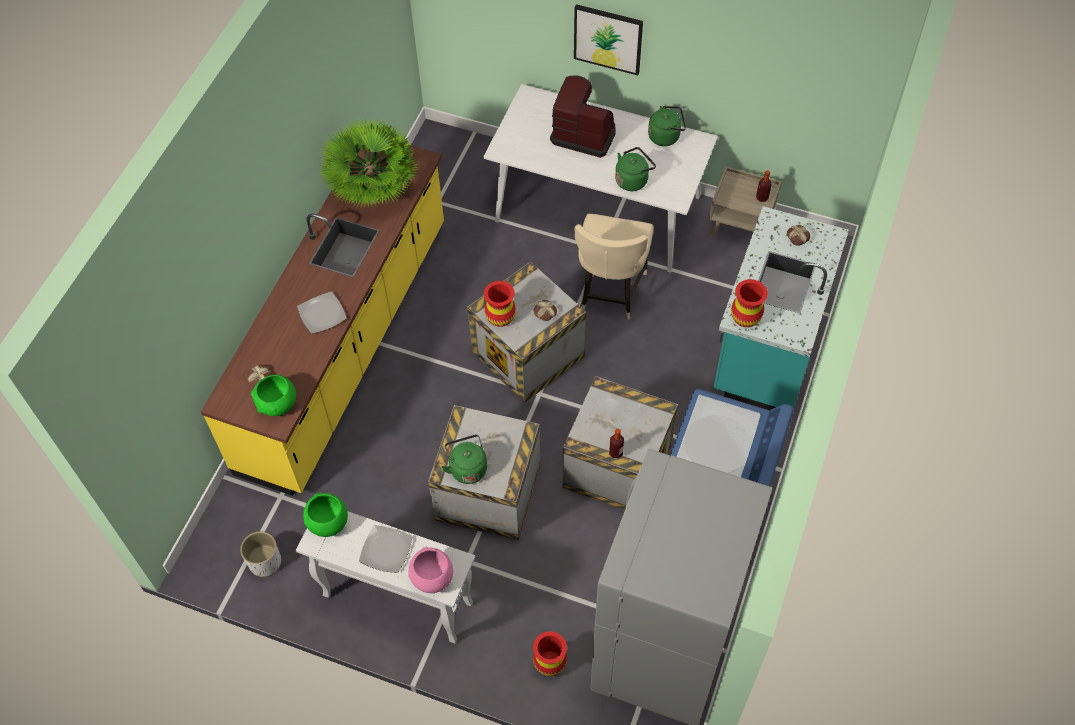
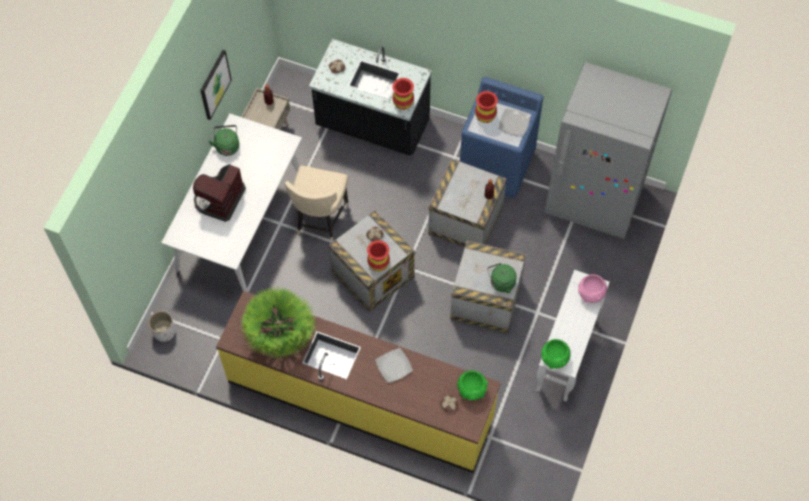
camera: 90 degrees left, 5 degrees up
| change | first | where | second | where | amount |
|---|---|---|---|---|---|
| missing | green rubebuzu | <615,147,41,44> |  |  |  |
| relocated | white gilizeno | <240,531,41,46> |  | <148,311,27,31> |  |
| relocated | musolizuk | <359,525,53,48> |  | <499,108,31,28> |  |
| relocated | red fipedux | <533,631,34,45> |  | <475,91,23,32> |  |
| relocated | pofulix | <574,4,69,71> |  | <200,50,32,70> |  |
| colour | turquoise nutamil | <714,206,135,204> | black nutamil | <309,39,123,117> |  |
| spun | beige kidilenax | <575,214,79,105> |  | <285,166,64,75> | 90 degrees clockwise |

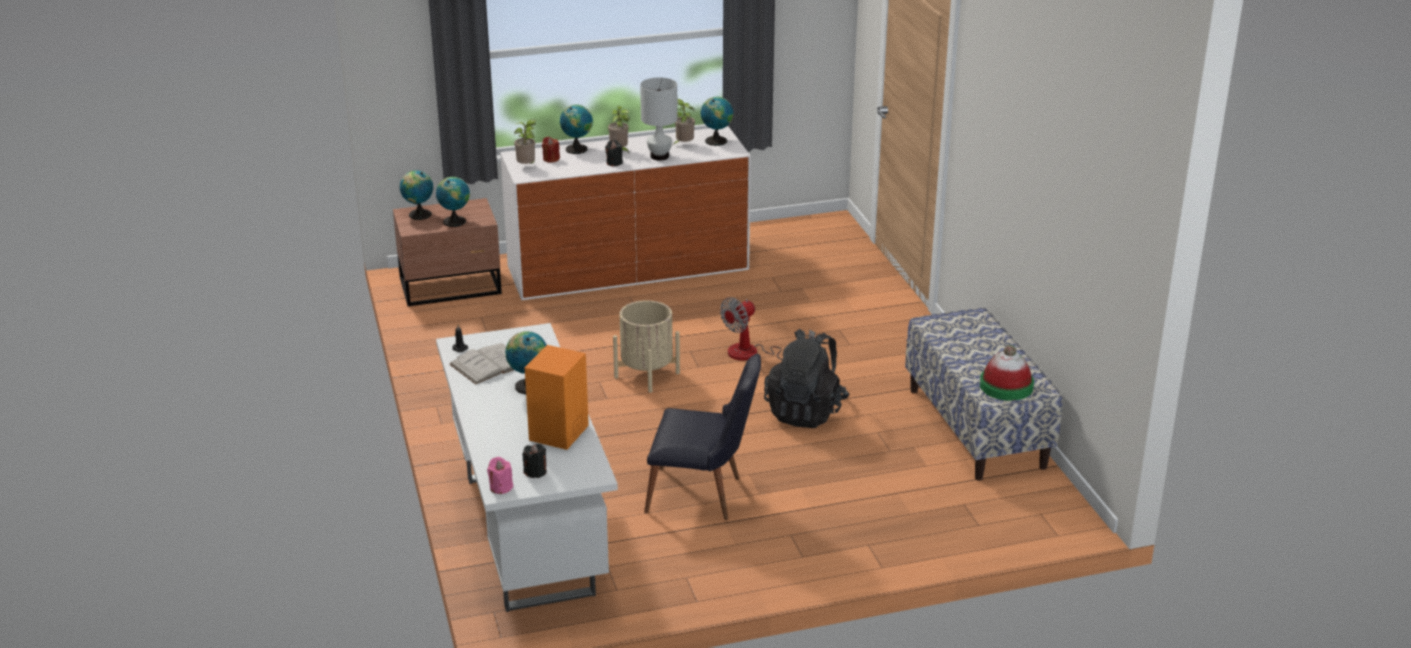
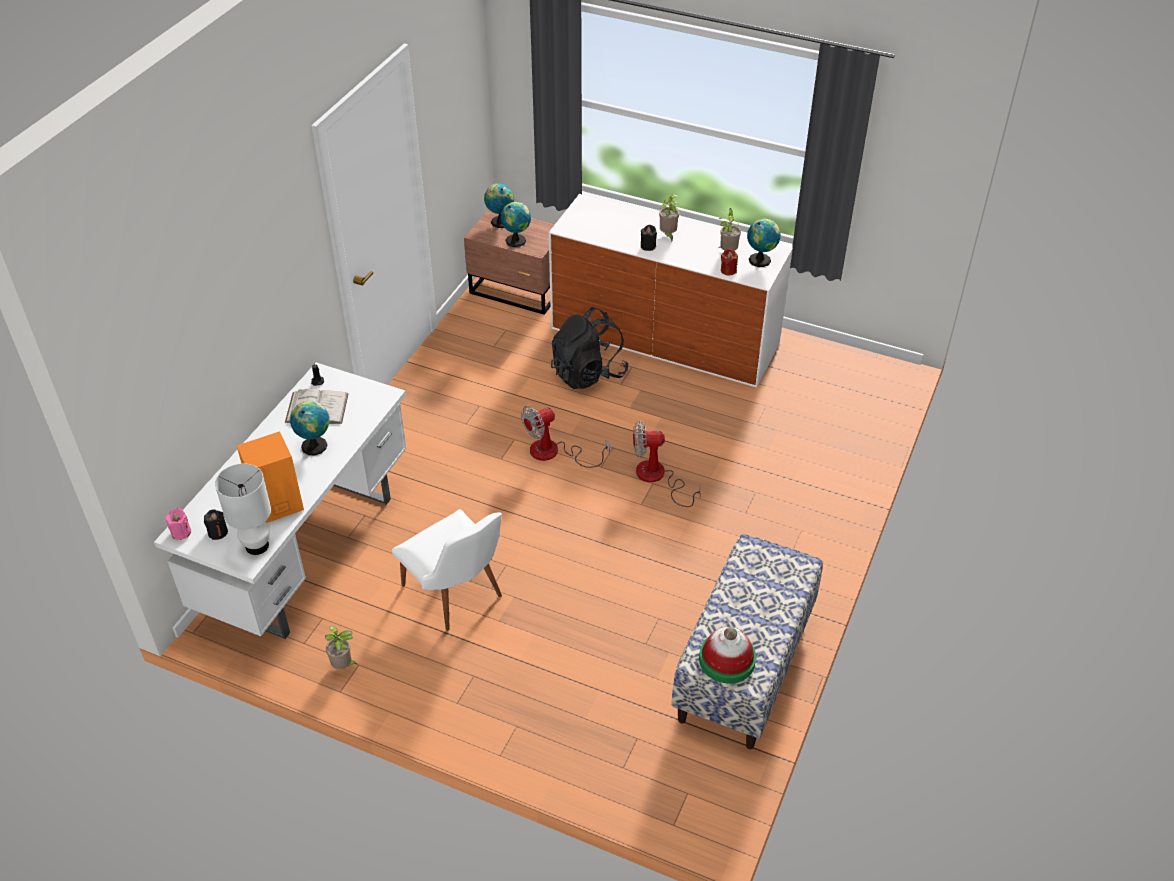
camera: 40 degrees right, 15 degrees up
| change | first | where | second | where | amount |
|---|---|---|---|---|---|
| missing | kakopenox | <560,104,33,50> |  |  |  |
| relocated | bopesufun | <514,120,22,44> |  | <325,626,33,43> |  |
| relocated | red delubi | <542,137,18,26> |  | <721,249,17,26> |  |
| relocated | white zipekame | <640,77,37,84> |  | <215,464,56,91> |  |
| relocated | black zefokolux | <764,329,86,99> |  | <551,307,77,82> |  |
| exchanged | beige gilizeno | <613,300,67,93> | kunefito | <521,406,89,62> |  |
| colour | black kidilenax | <644,354,117,166> | white kidilenax | <392,509,110,122> |  |

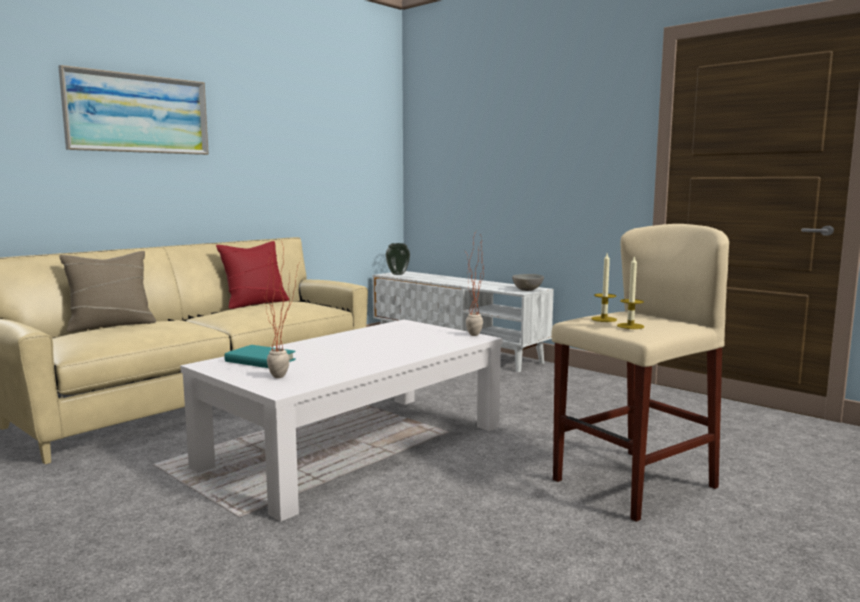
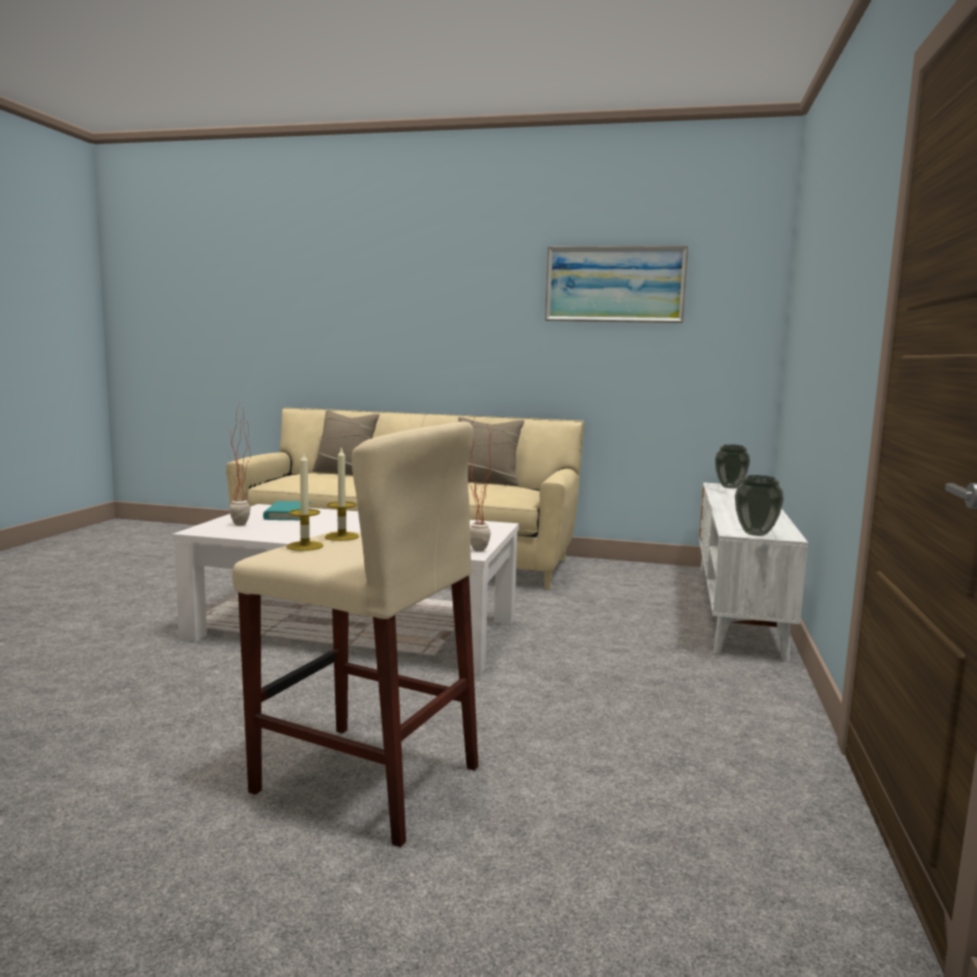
camera: 60 degrees right, 0 degrees up
| change | first | where | second | where | amount |
|---|---|---|---|---|---|
| relocated | pofulix | <58,65,151,90> |  | <545,246,143,77> |  |
| exchanged | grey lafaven | <512,274,32,17> | fipedux | <735,475,49,61> |  |
| colour | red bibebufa | <216,241,73,68> | beige bibebufa | <458,417,66,69> |  |

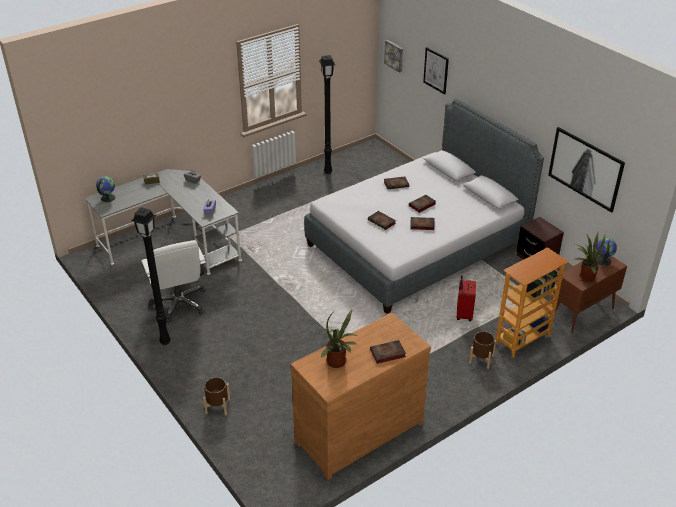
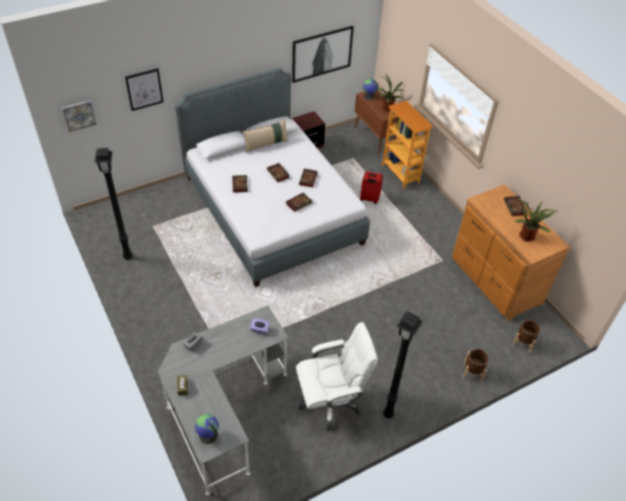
camera: 85 degrees left, 10 degrees up
| change | first | where | second | where | amount |
|---|---|---|---|---|---|
| appeared |  |  | beige bibebufa | <242,119,46,34> |  |
| relocated | brown gilizeno | <469,331,27,38> |  | <512,320,29,33> |  |

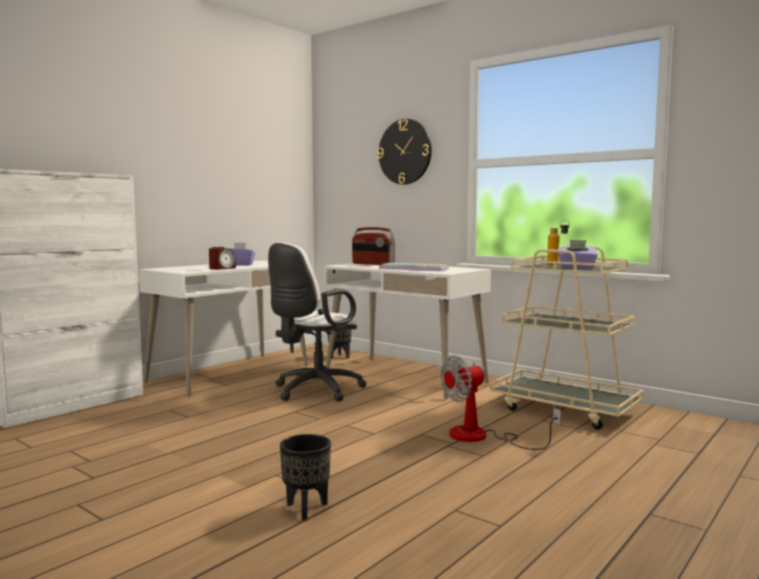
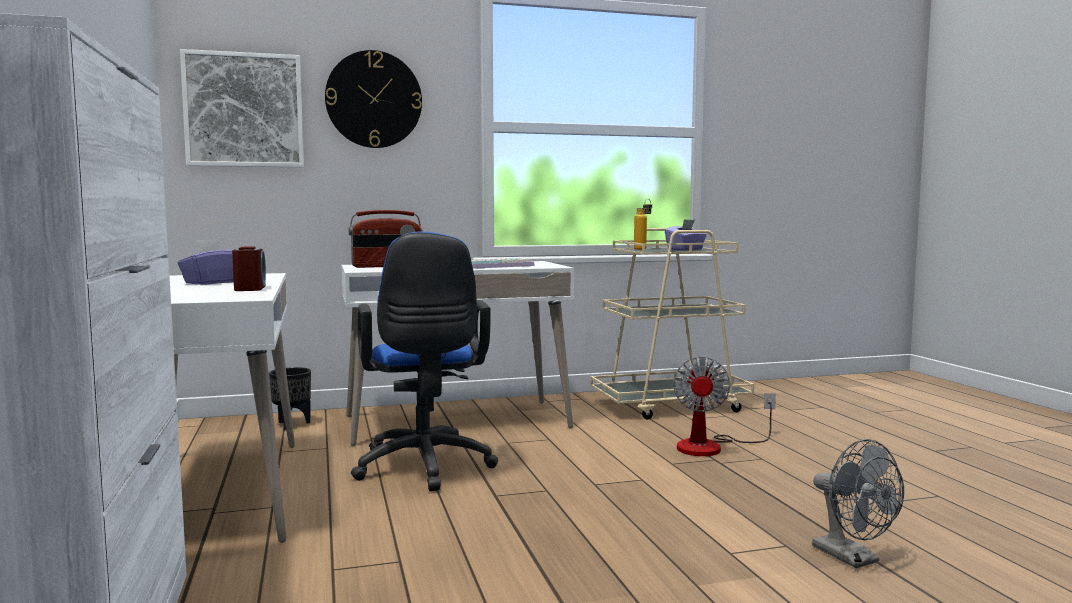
camera: 55 degrees left, 0 degrees up
| change | first | where | second | where | amount |
|---|---|---|---|---|---|
| appeared |  |  | pofulix | <180,49,124,118> |  |
| exchanged | black gilizeno | <280,434,51,86> | grey kunefito | <812,439,92,129> |  |
| colour | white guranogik | <268,242,99,160> | blue guranogik | <351,232,147,259> |  |

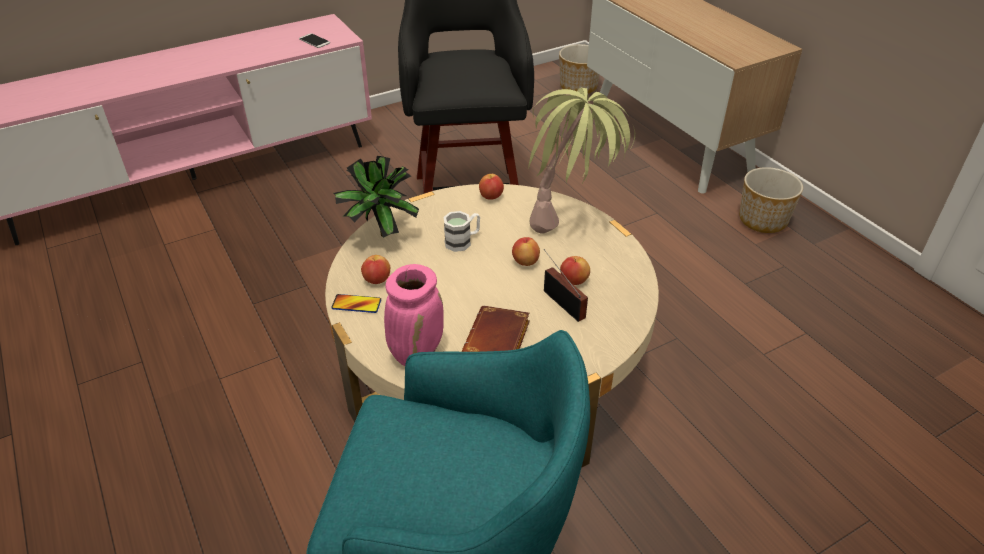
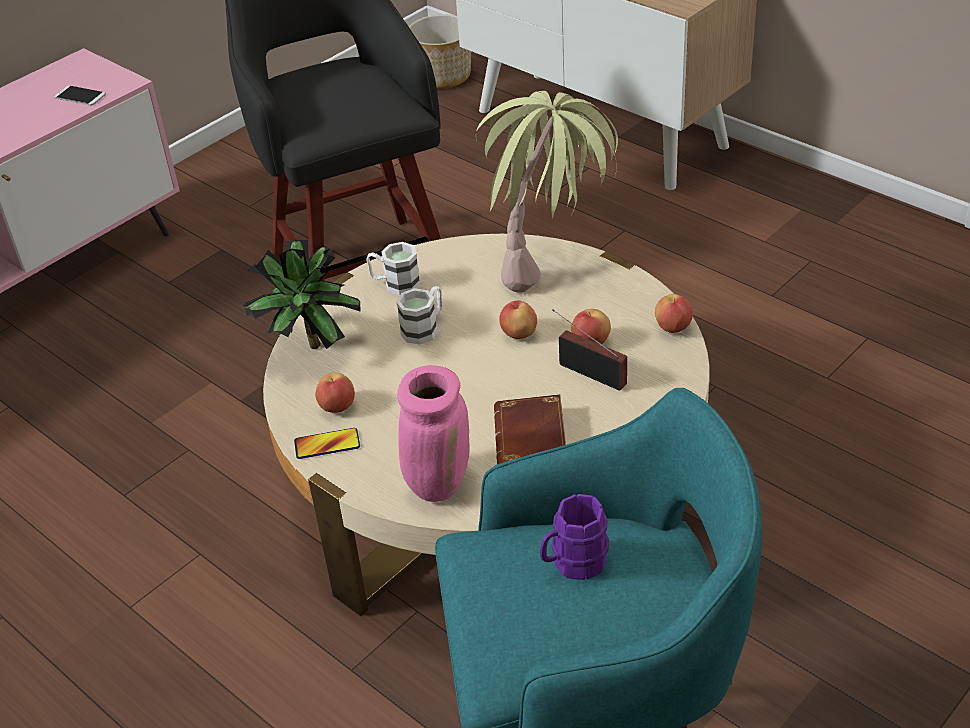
camera: 15 degrees left, 0 degrees up
| change | first | where | second | where | amount |
|---|---|---|---|---|---|
| missing | gilizeno | <739,167,64,66> |  |  |  |
| appeared |  |  | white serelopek | <366,242,55,54> |  |
| appeared |  |  | purple serelopek | <540,494,69,86> |  |
| relocated | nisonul | <479,174,25,26> |  | <655,294,38,39> |  |

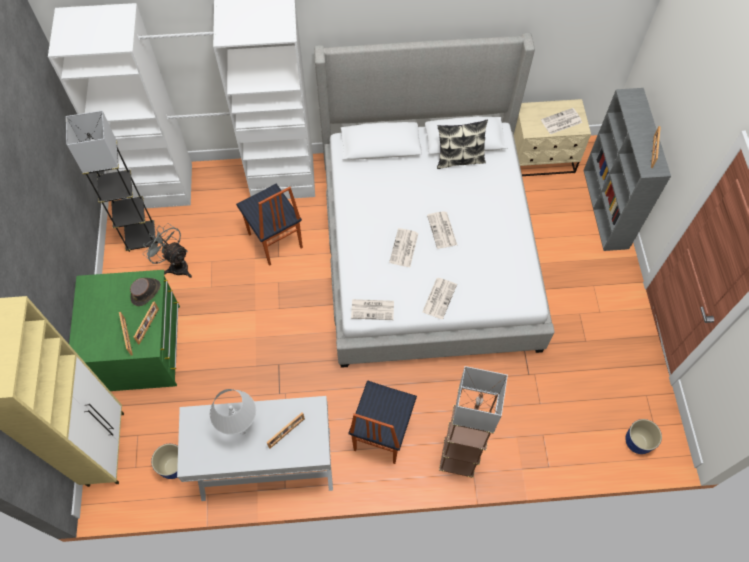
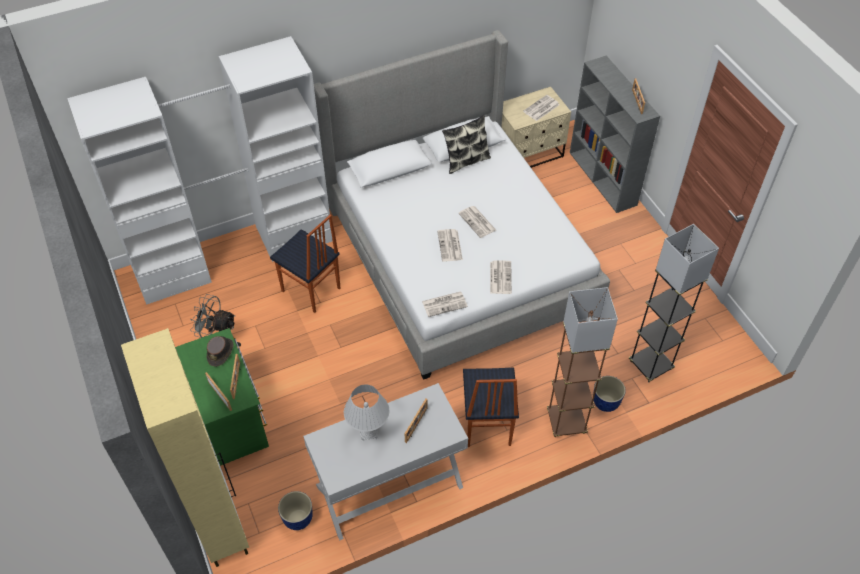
camera: 20 degrees left, 10 degrees down
| change | first | where | second | where | amount |
|---|---|---|---|---|---|
| relocated | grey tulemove | <66,110,90,142> |  | <629,224,90,158> |  |
| relocated | gilizeno | <625,419,37,35> |  | <593,376,33,36> |  |

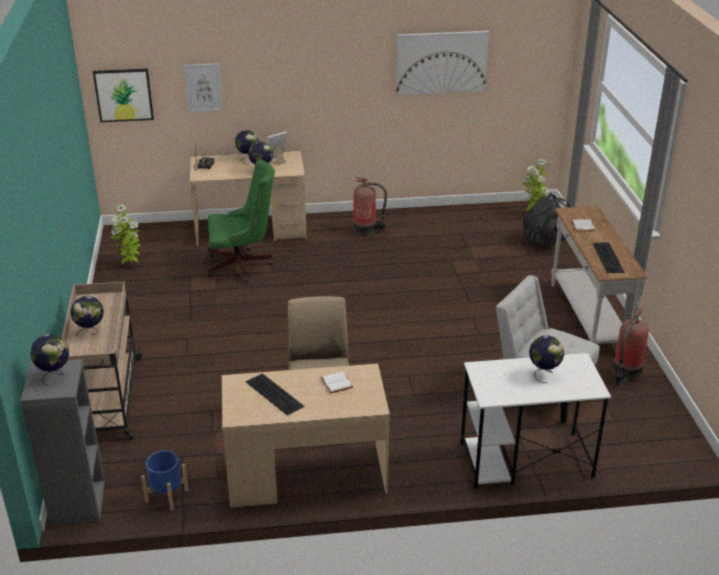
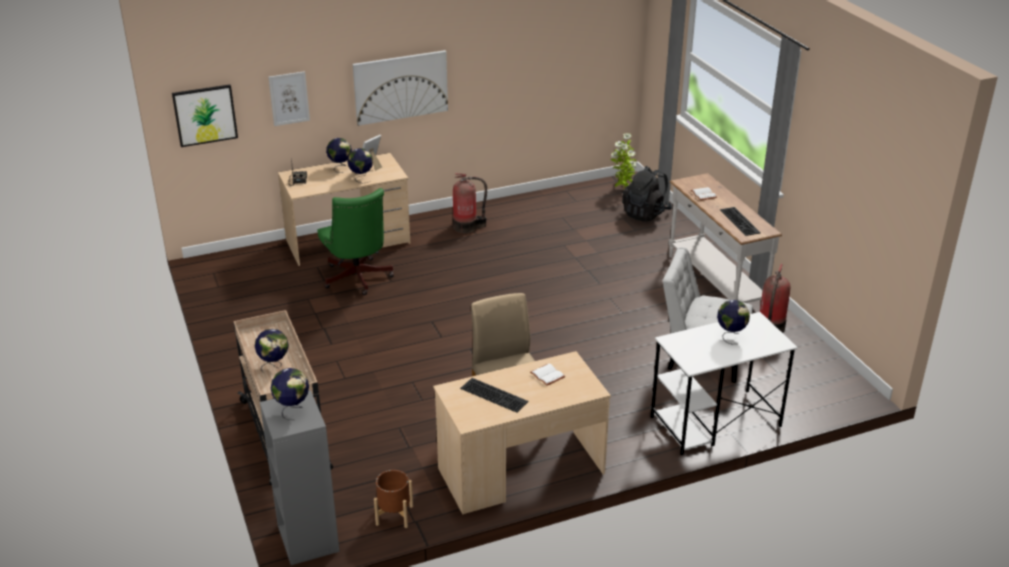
camera: 15 degrees left, 0 degrees up
| change | first | where | second | where | amount |
|---|---|---|---|---|---|
| missing | bopesufun | <111,204,30,61> |  |  |  |
| relocated | pofulix | <396,31,93,64> |  | <353,50,95,76> |  |
| colour | blue gilizeno | <141,451,47,59> | brown gilizeno | <374,470,39,58> |  |
| spun | green guranogik | <207,159,68,123> |  | <317,188,77,107> | 90 degrees clockwise |

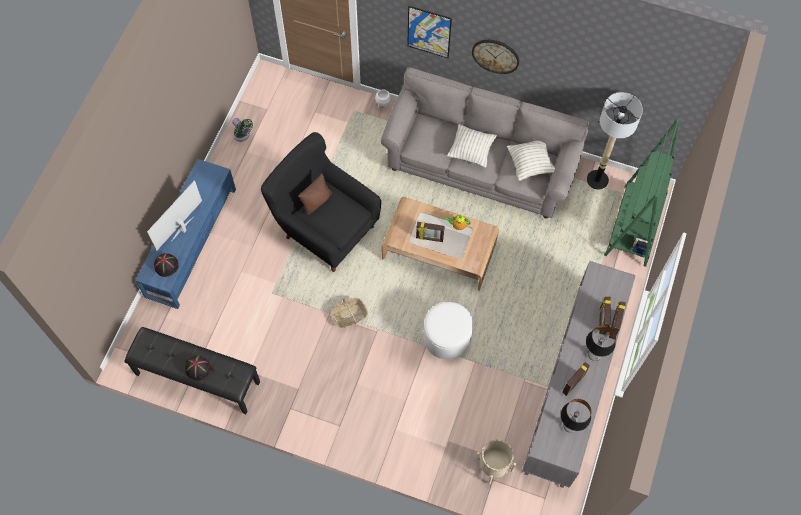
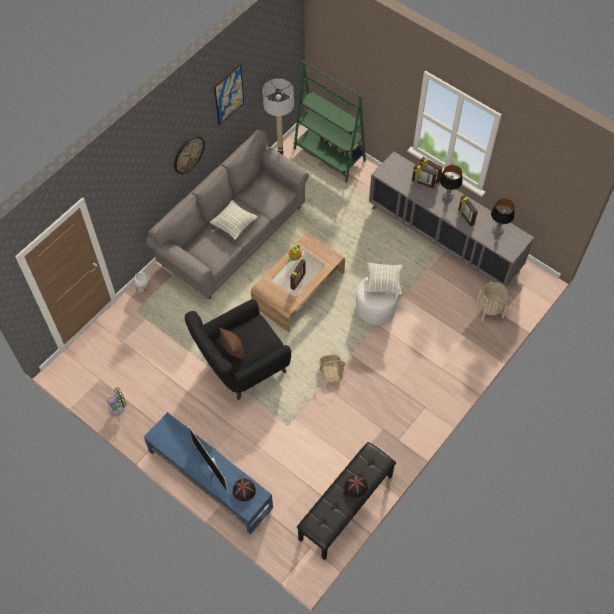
camera: 70 degrees left, 5 degrees down
| change | first | where | second | where | amount |
|---|---|---|---|---|---|
| relocated | pofulix | <407,6,45,52> |  | <214,64,30,61> |  |
| relocated | bibebufa | <507,141,48,40> |  | <365,262,38,33> |  |

